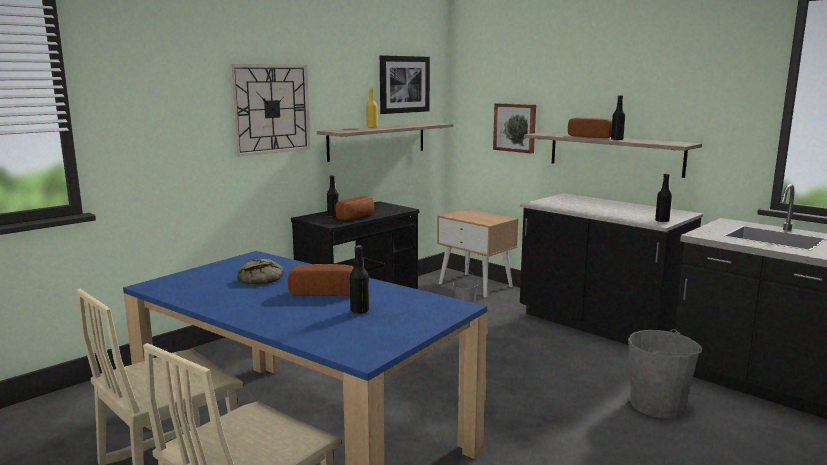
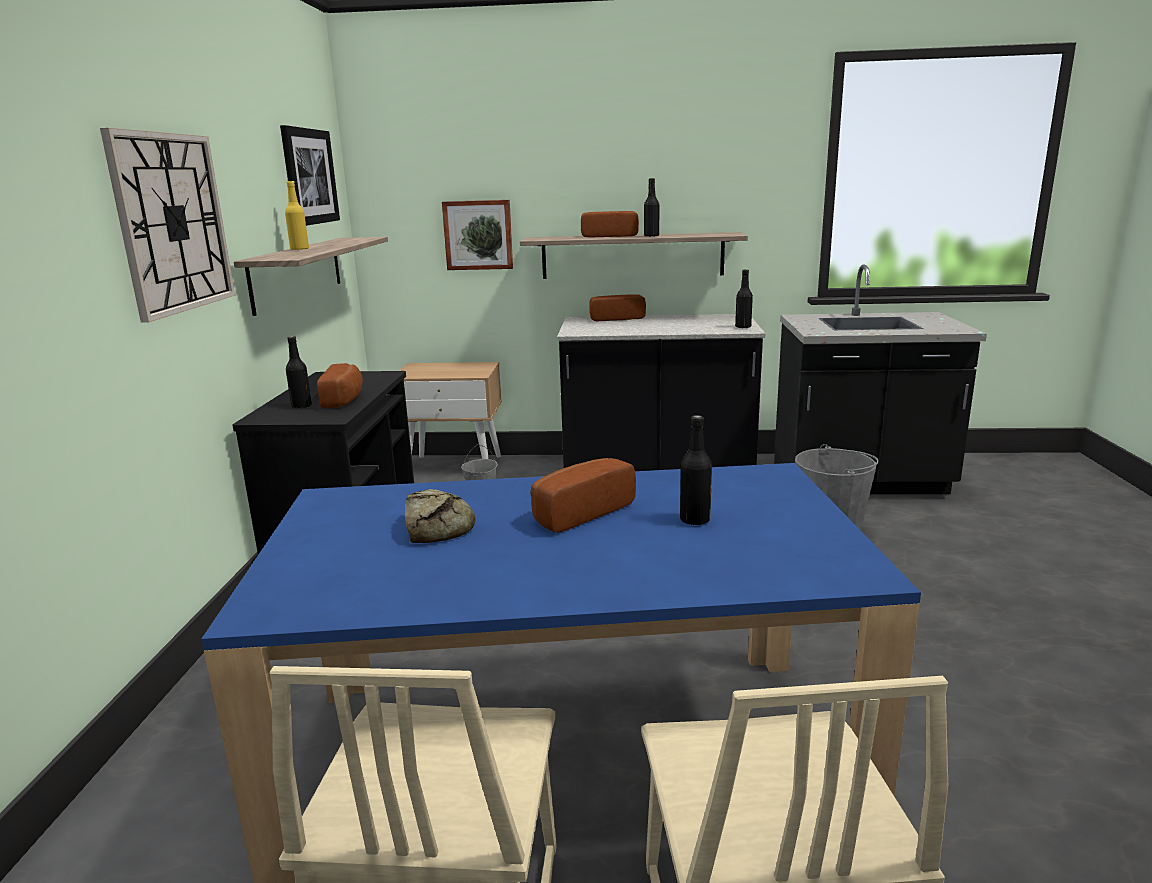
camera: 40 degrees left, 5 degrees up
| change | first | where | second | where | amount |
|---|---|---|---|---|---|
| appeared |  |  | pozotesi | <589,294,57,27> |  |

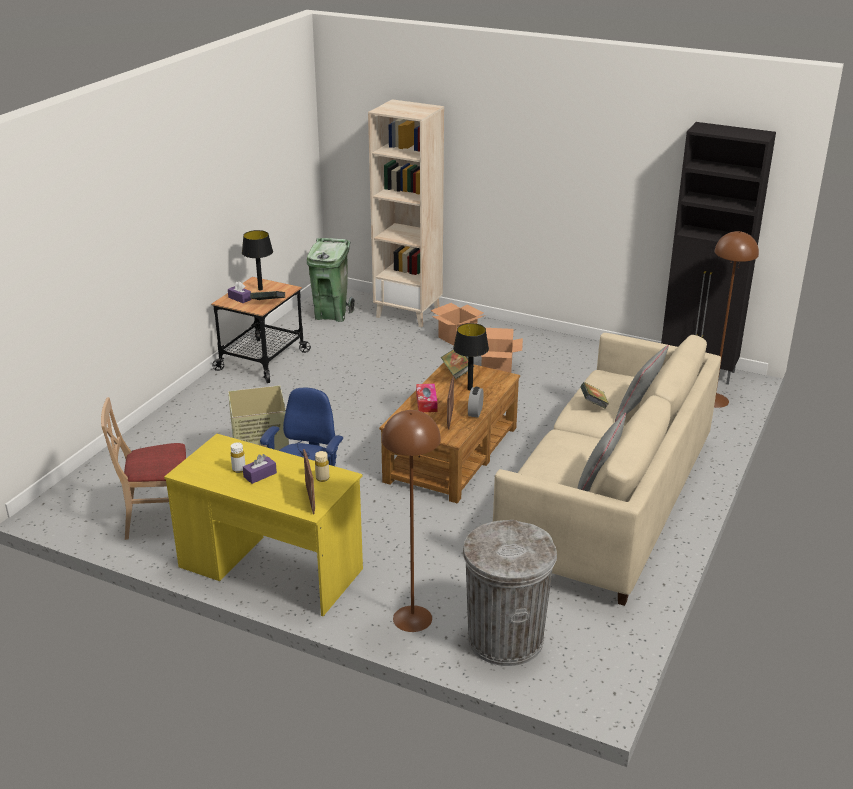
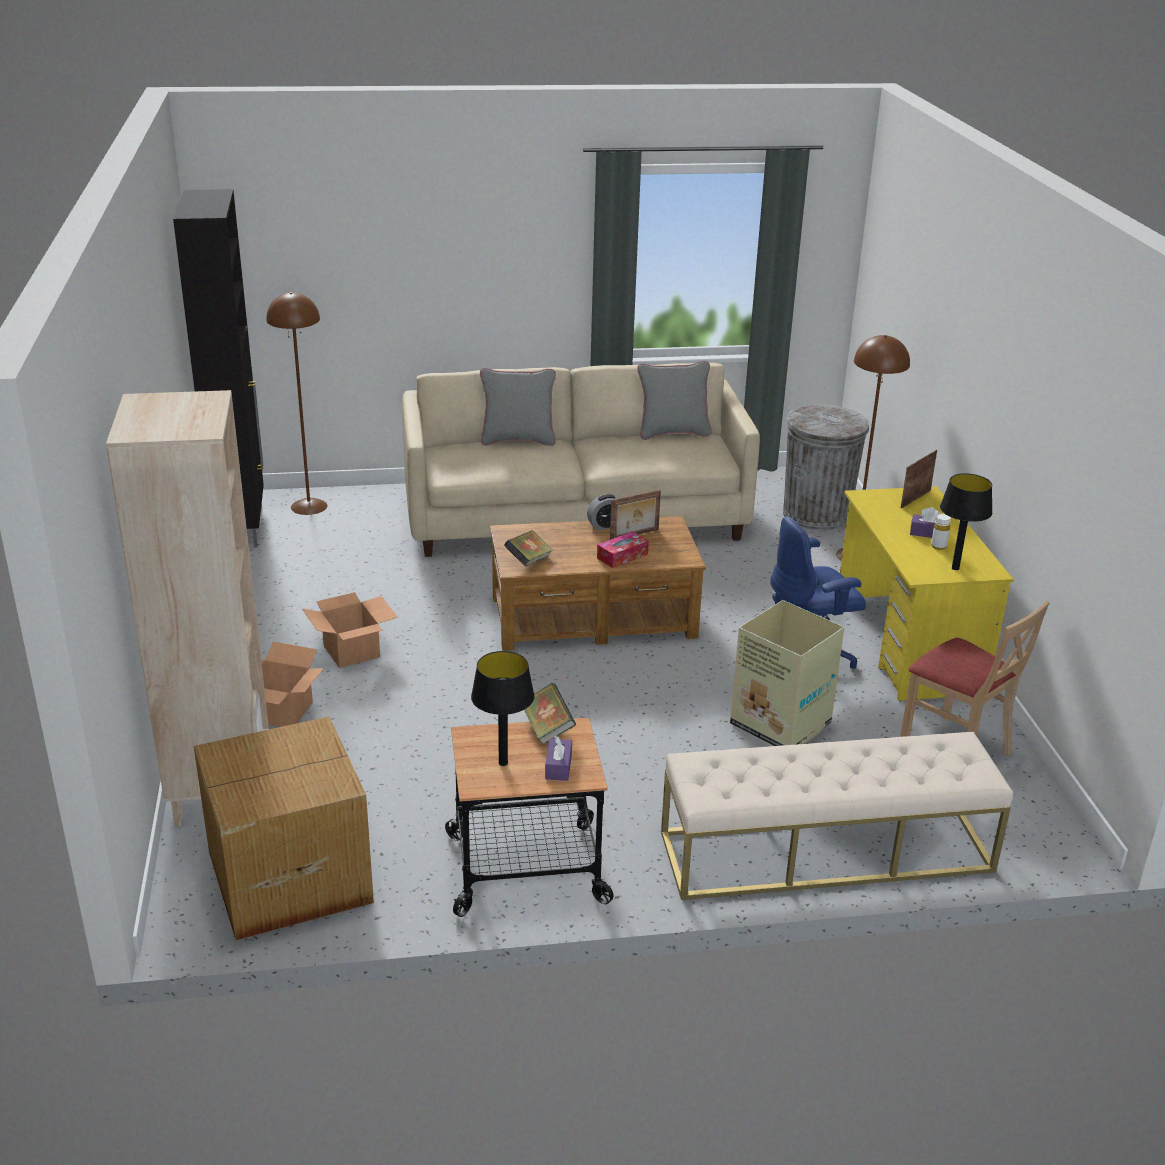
camera: 125 degrees left, 0 degrees up
| change | first | where | second | where | amount |
|---|---|---|---|---|---|
| missing | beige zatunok | <315,451,14,31> |  |  |  |
| missing | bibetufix | <580,382,29,27> |  |  |  |
| appeared |  |  | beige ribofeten | <661,731,352,169> |  |
| relocated | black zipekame | <453,323,36,68> |  | <940,473,52,97> |  |
| exchanged | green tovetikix | <307,238,48,84> | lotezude | <194,716,180,224> |  |

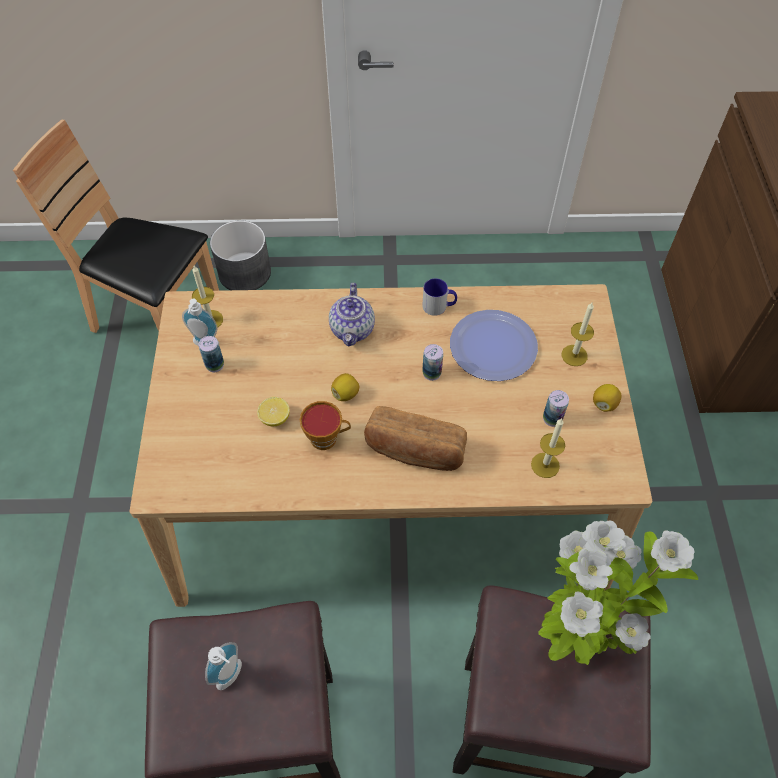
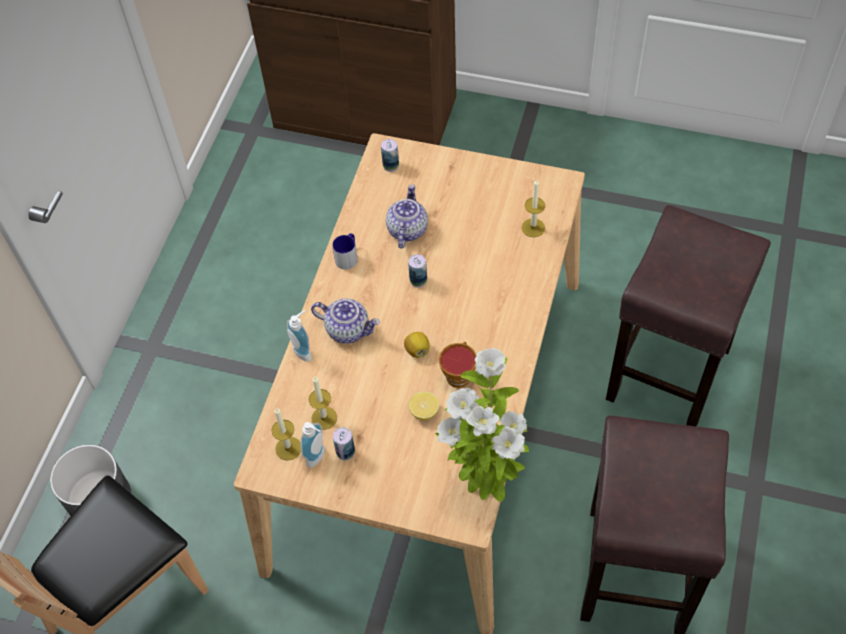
camera: 70 degrees left, 0 degrees up
| change | first | where | second | where | amount |
|---|---|---|---|---|---|
| missing | pozotesi | <364,406,103,65> |  |  |  |
| missing | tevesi | <593,384,28,28> |  |  |  |
| relocated | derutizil | <205,642,37,48> |  | <287,310,25,52> |  |
| relocated | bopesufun | <538,520,160,145> |  | <435,348,94,154> |  |
| relocated | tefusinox | <543,390,26,37> |  | <381,139,18,33> |  |
| relocated | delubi | <562,303,32,63> |  | <309,376,28,54> |  |
| exchanged | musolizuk | <450,310,88,71> | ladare | <386,184,42,64> |  |

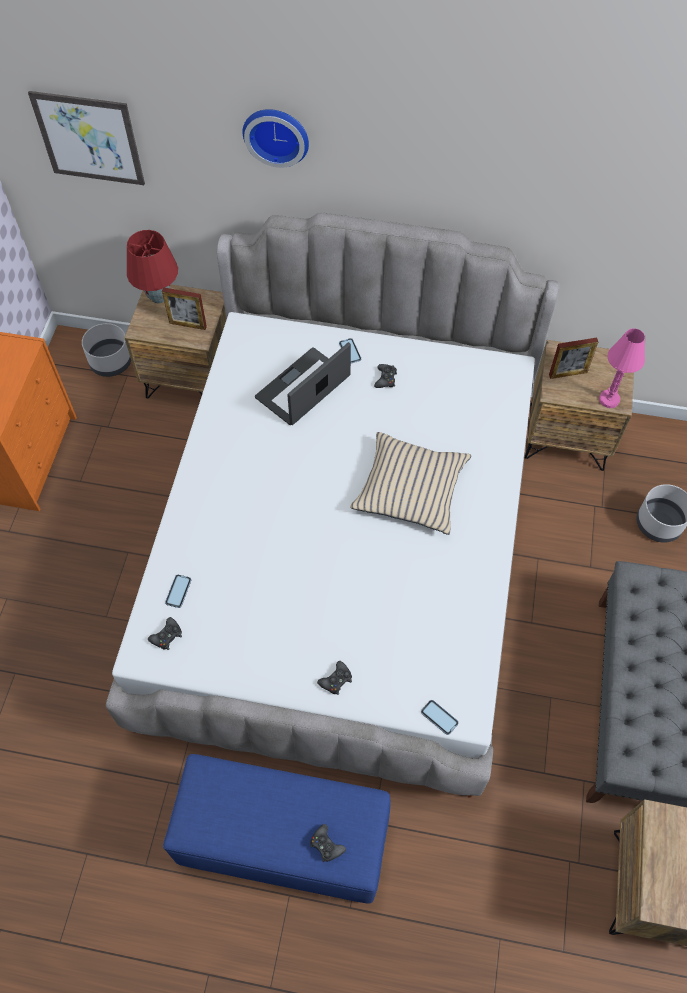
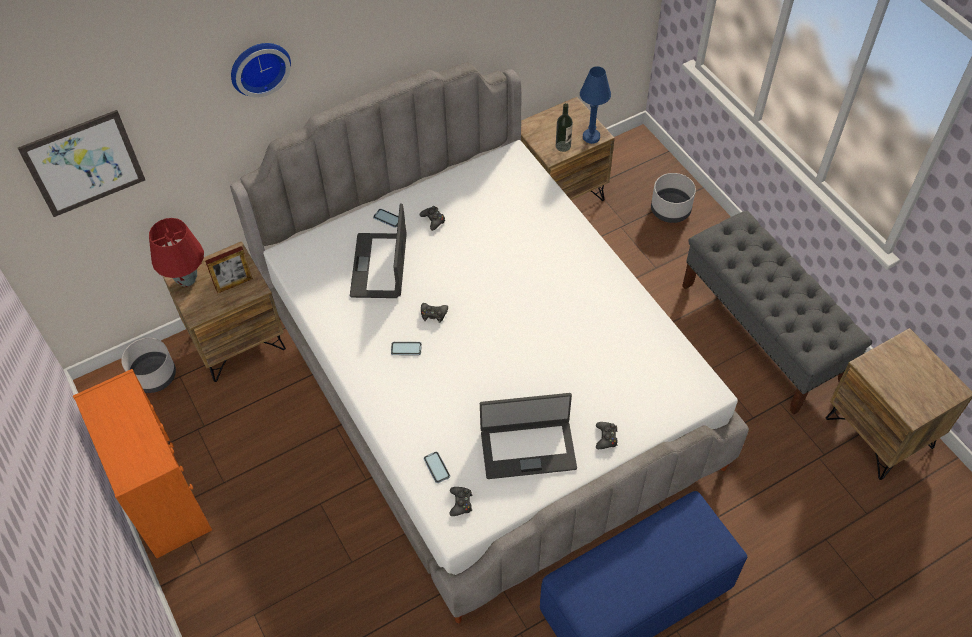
camera: 40 degrees left, 5 degrees down
| change | first | where | second | where | amount |
|---|---|---|---|---|---|
| missing | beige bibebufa | <350,432,121,103> |  |  |  |
| missing | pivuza | <549,338,49,41> |  |  |  |
| appeared |  |  | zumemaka | <480,393,97,86> |  |
| appeared |  |  | zatunok | <556,103,17,49> |  |
| relocated | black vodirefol | <310,824,36,38> |  | <421,303,27,20> |  |
| relocated | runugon | <421,700,38,35> |  | <391,342,31,13> |  |
| colour | pink zipekame | <599,328,46,80> | blue zipekame | <580,66,31,78> |  |

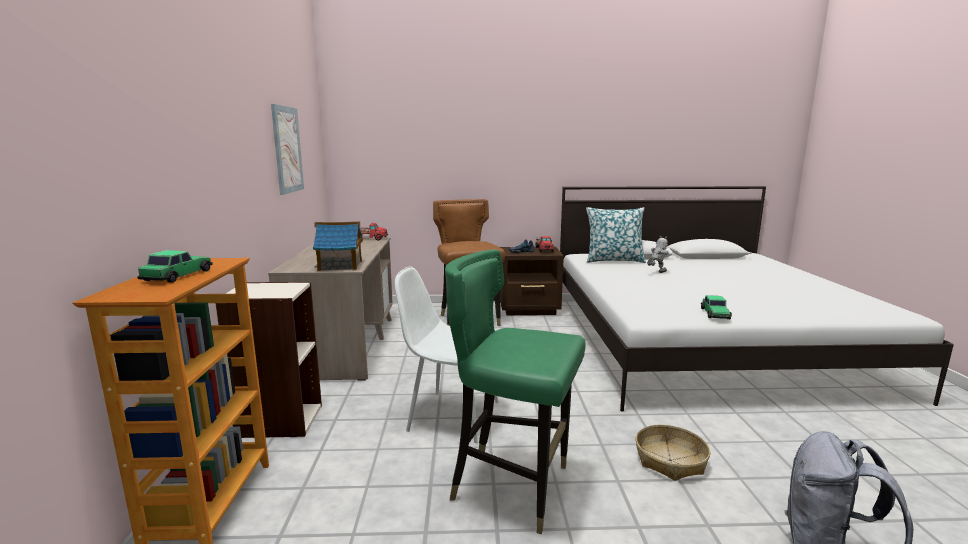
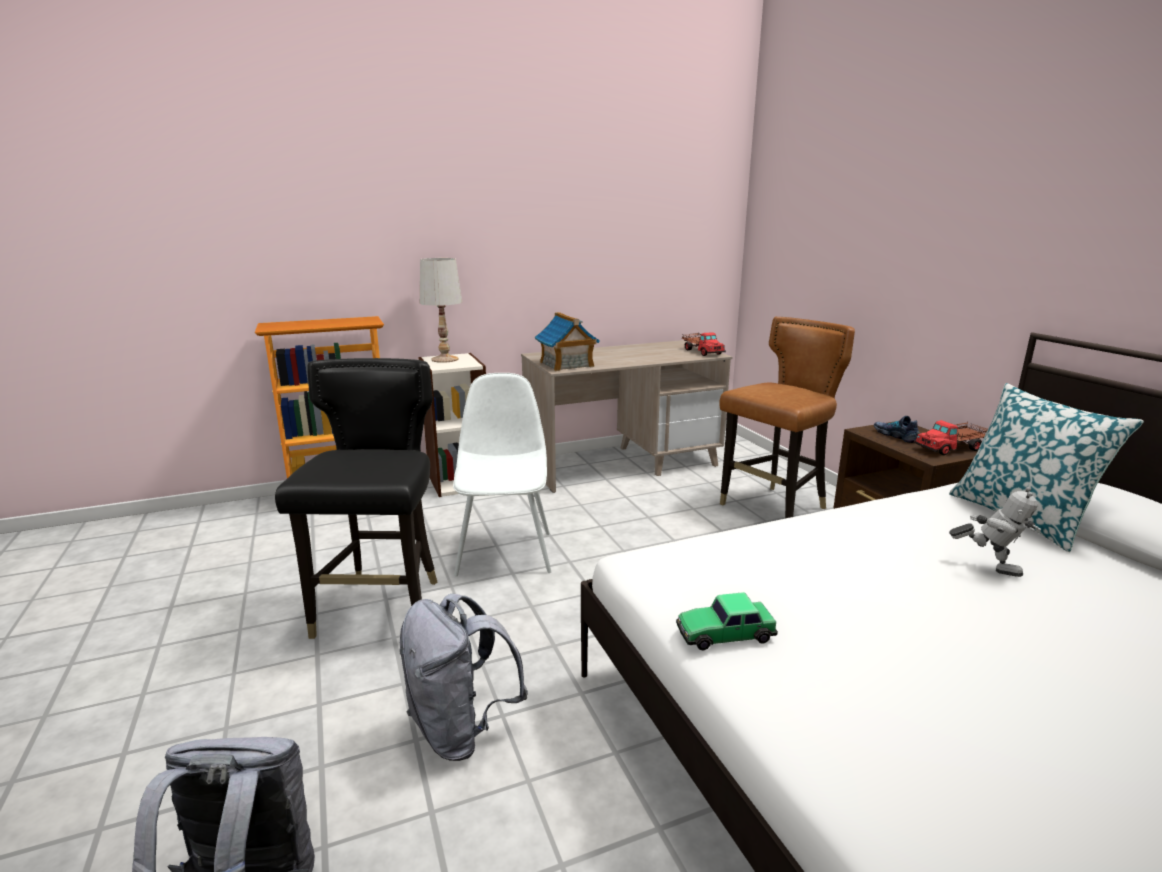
camera: 70 degrees right, 5 degrees up
| change | first | where | second | where | amount |
|---|---|---|---|---|---|
| missing | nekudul | <137,250,76,33> |  |  |  |
| missing | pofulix | <271,104,33,91> |  |  |  |
| appeared |  |  | white zipekame | <420,258,42,105> |  |
| exchanged | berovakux | <635,425,75,56> | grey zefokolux | <399,593,129,168> |  |
| colour | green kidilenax | <445,250,141,284> | black kidilenax | <275,358,162,281> |  |

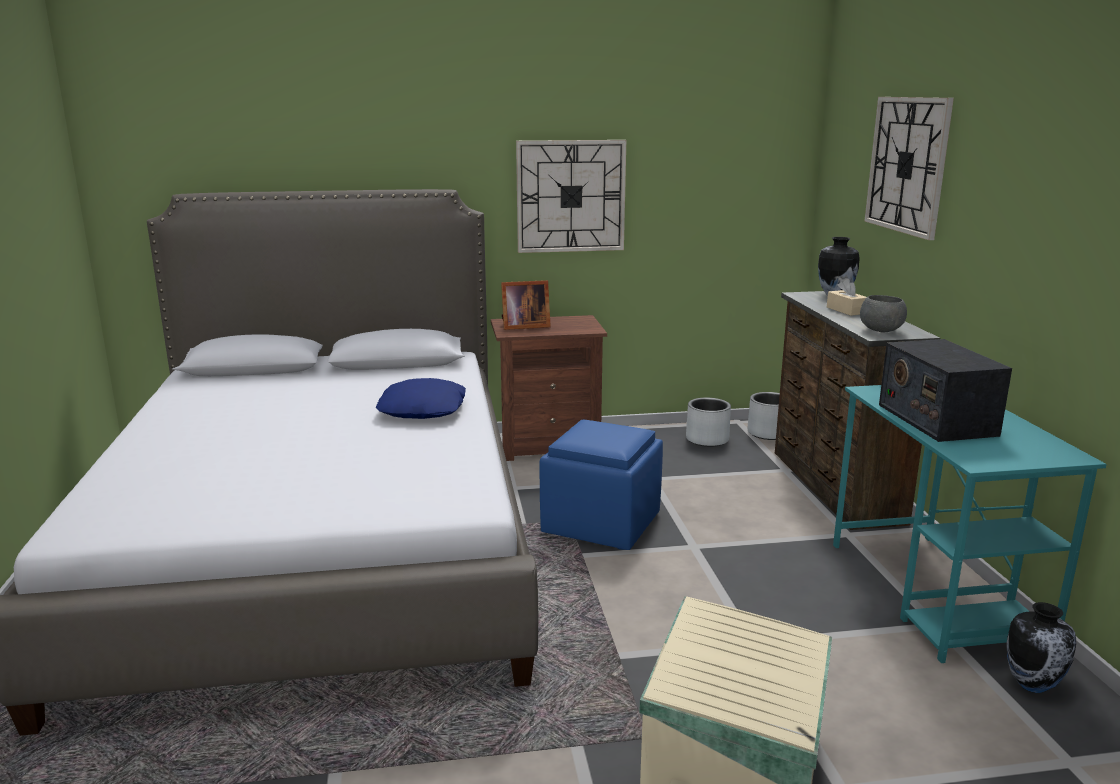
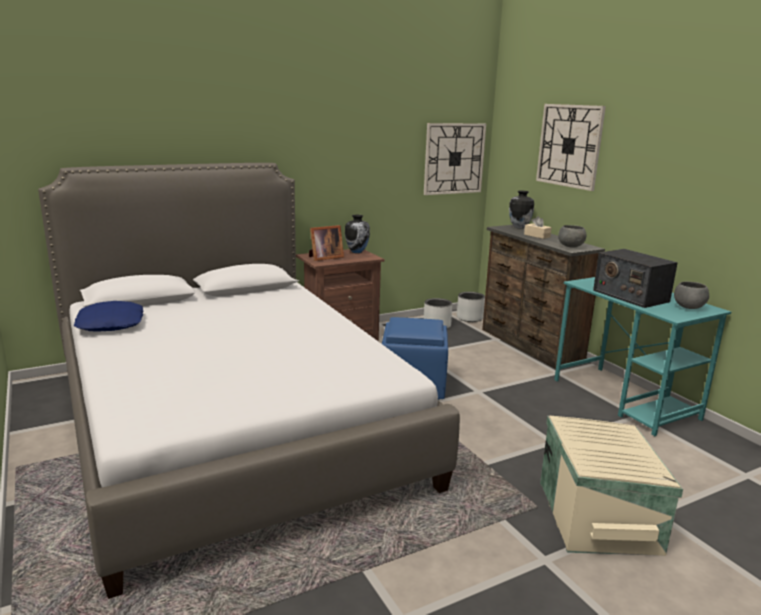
camera: 20 degrees left, 0 degrees up
| change | first | where | second | where | amount |
|---|---|---|---|---|---|
| appeared |  |  | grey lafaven | <674,282,35,27> |  |
| relocated | blue bibebufa | <375,378,91,41> |  | <74,301,70,31> |  |
| relocated | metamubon | <516,140,110,113> |  | <424,123,62,72> |  |
| relocated | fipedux | <1007,602,69,91> |  | <345,215,25,38> |  |

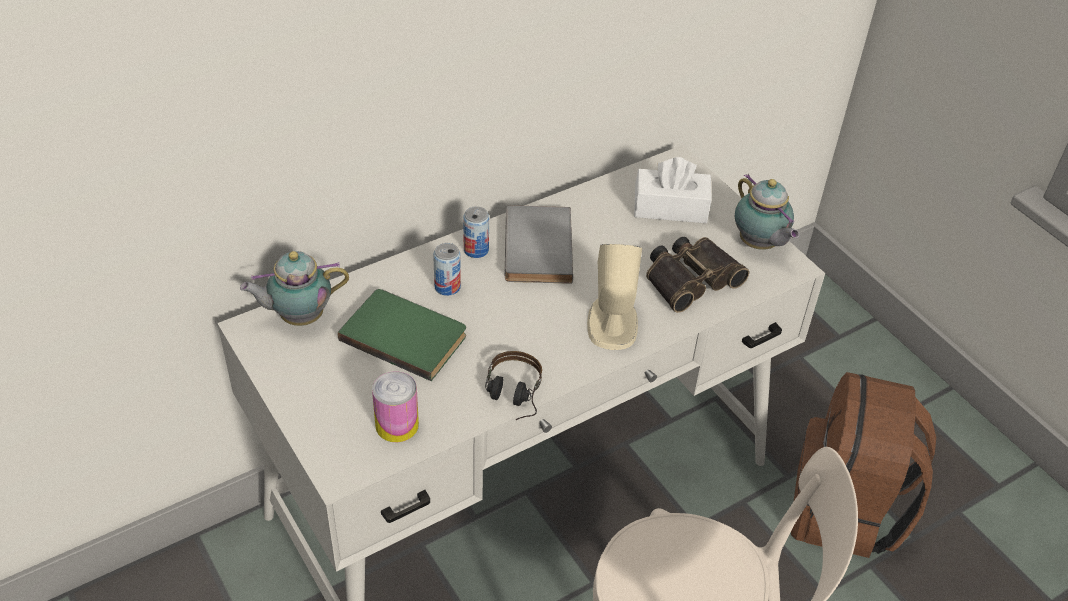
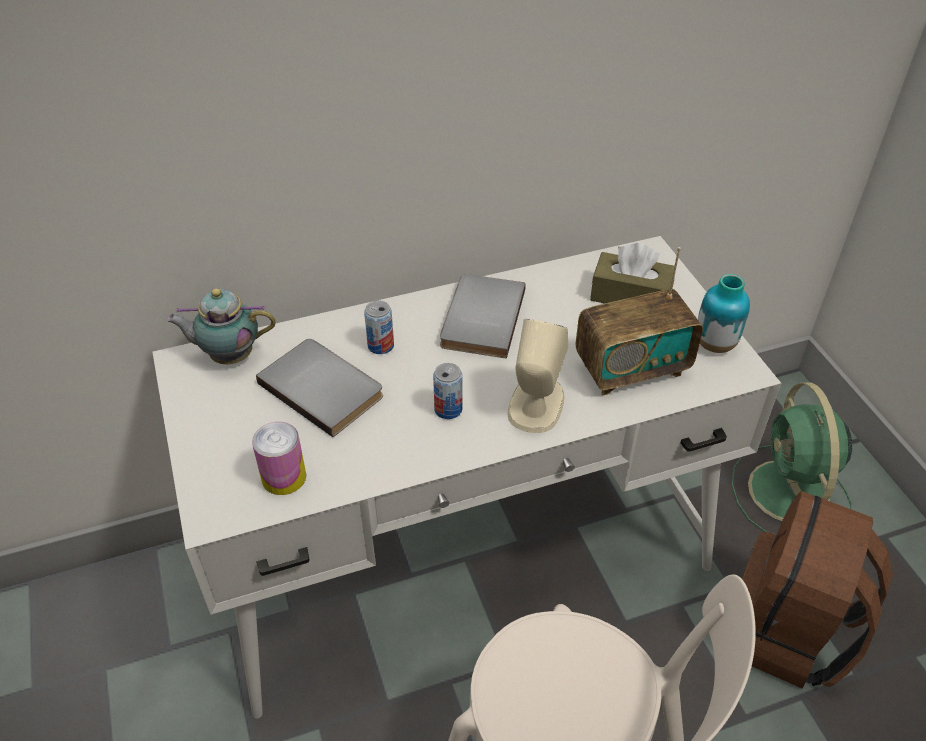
camera: 15 degrees right, 0 degrees up
| change | first | where | second | where | amount |
|---|---|---|---|---|---|
| missing | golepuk | <485,351,57,69> |  |  |  |
| appeared |  |  | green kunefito | <732,383,120,152> |  |
| relocated | tefusinox | <463,206,26,52> |  | <433,363,29,56> |  |
| exchanged | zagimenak | <646,237,103,76> | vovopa | <576,247,127,149> |  |
| exchanged | ladare | <735,174,65,76> | fipedux | <698,274,52,79> |  |
| colour | green bibetufix | <338,289,128,92> | grey bibetufix | <256,339,127,98> |  |
| colour | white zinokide | <634,157,78,66> | brown zinokide | <590,243,85,61> |  |

